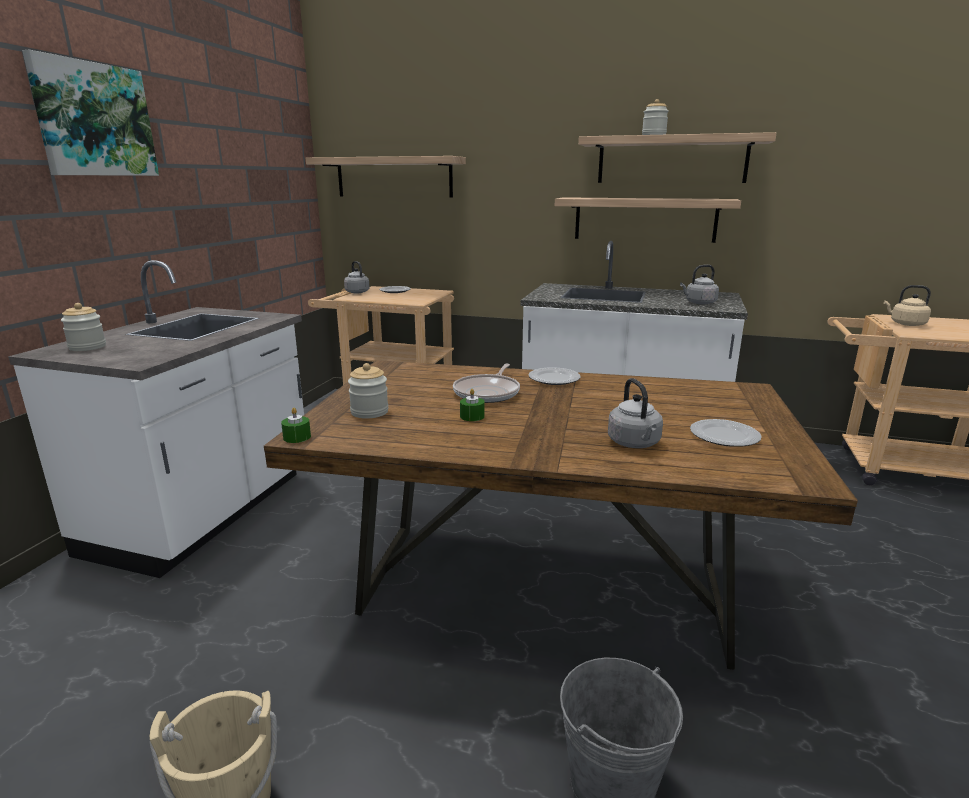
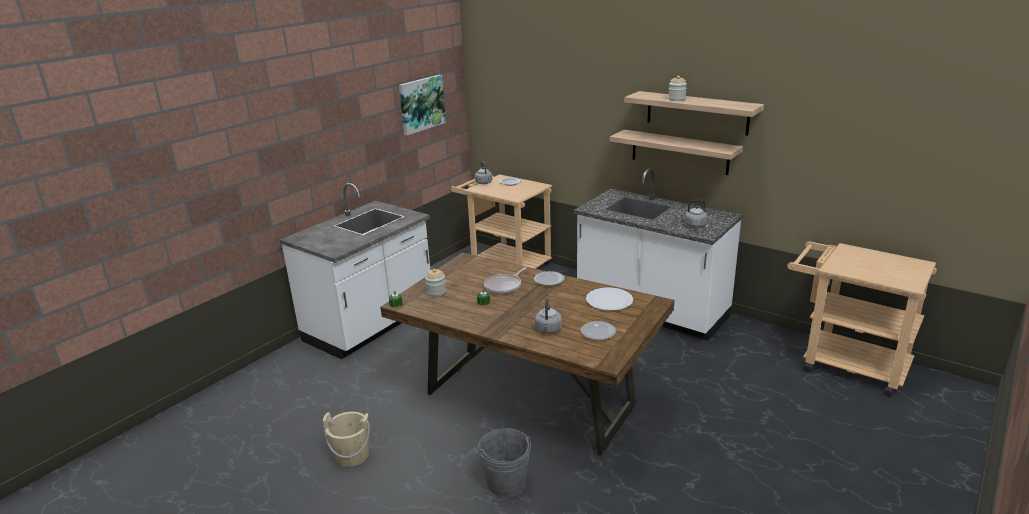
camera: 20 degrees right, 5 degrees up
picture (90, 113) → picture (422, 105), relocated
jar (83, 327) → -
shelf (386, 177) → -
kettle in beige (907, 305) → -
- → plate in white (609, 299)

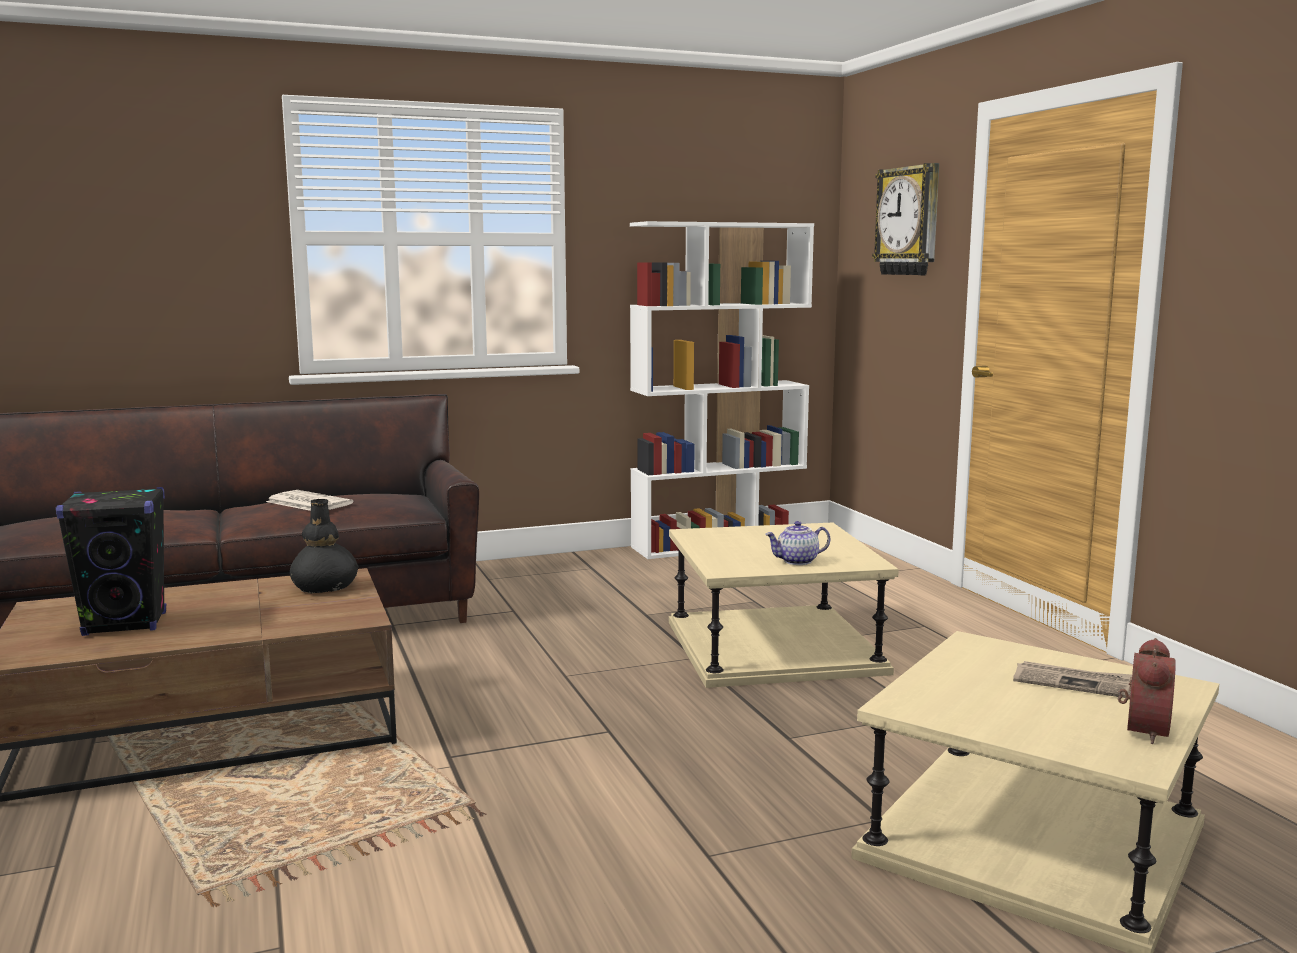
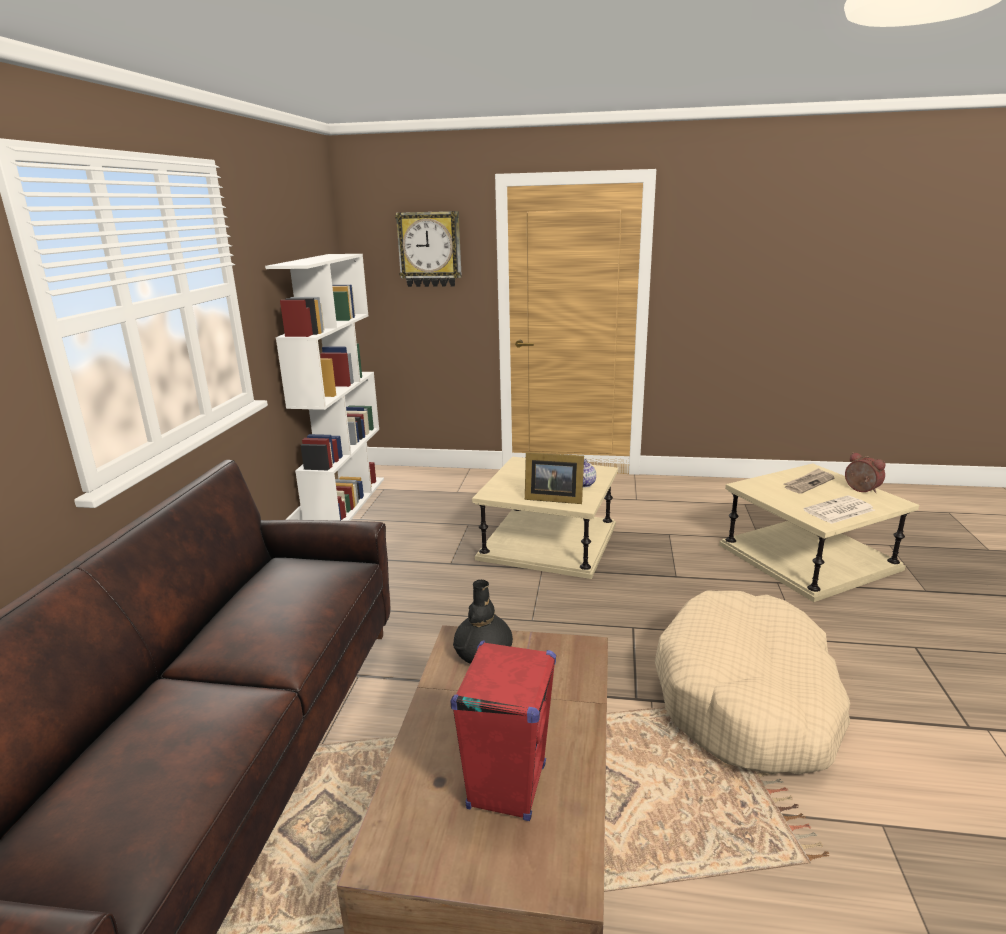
camera: 60 degrees left, 10 degrees up
speaker in black (111, 561) → speaker in red (503, 730)
newspaper (309, 500) → newspaper (839, 510), relocated
- → picture frame (554, 478)
- → dog bed in beige (752, 682)

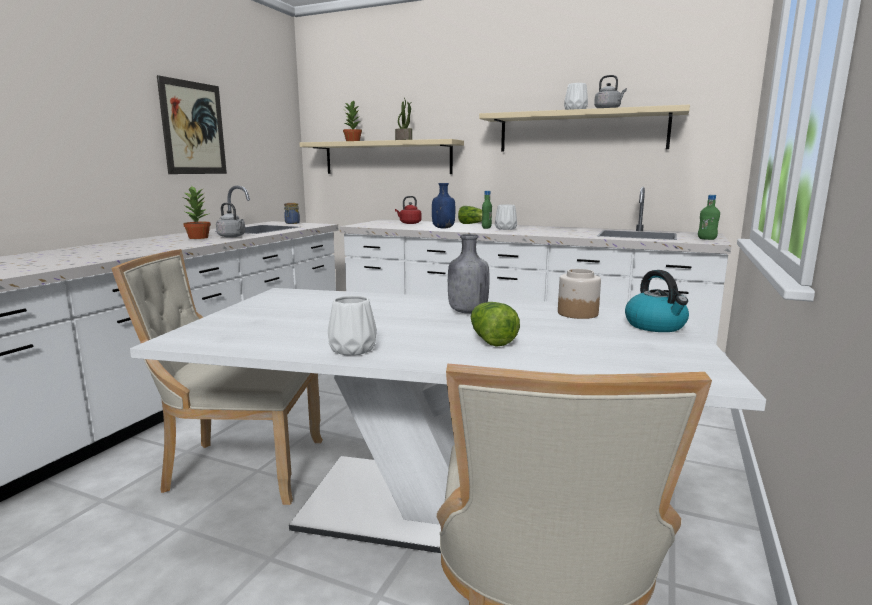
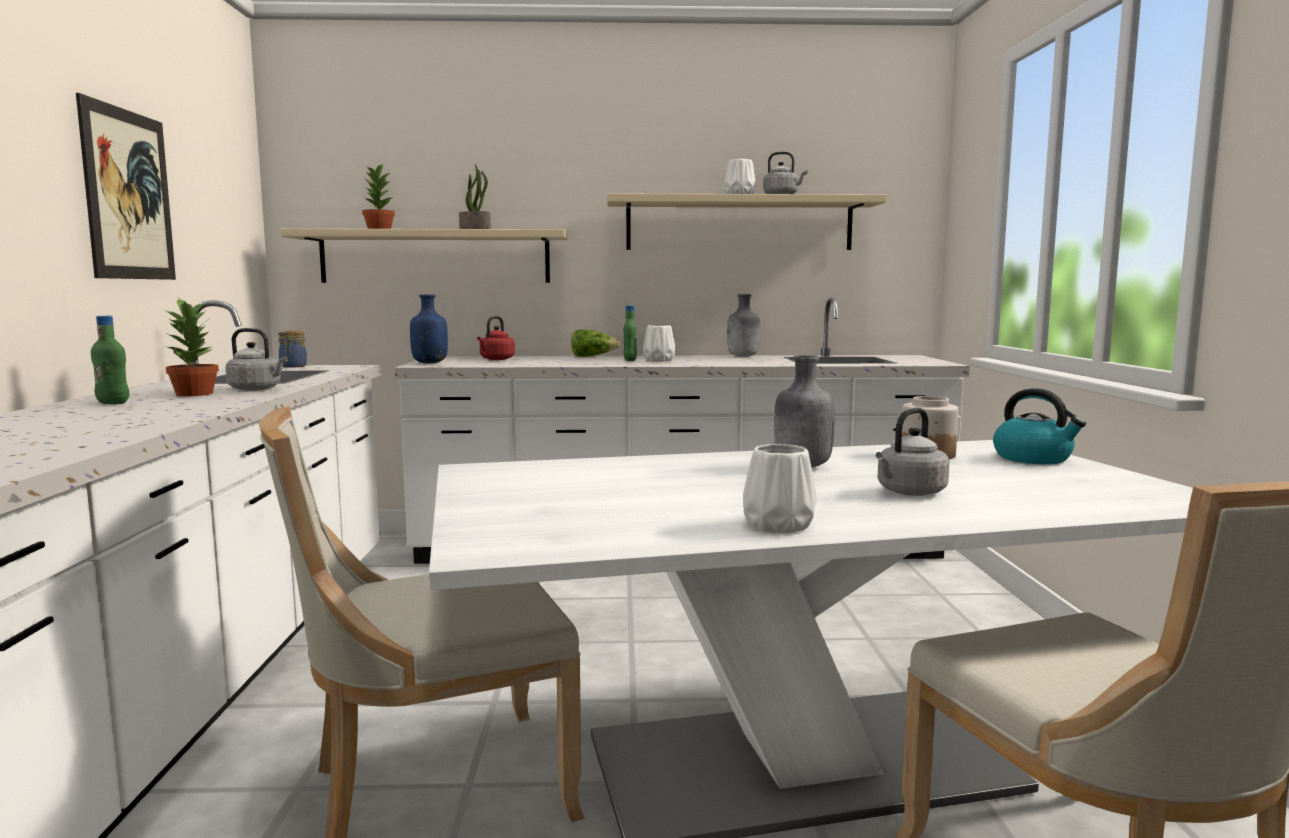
camera: 25 degrees left, 5 degrees down
bottle in blue (443, 205) → bottle in blue (429, 329), relocated
lettuce (495, 324) → kettle in grey (912, 452)
bottle in green (709, 217) → bottle in green (110, 360), relocated
- → bottle in grey (744, 325)

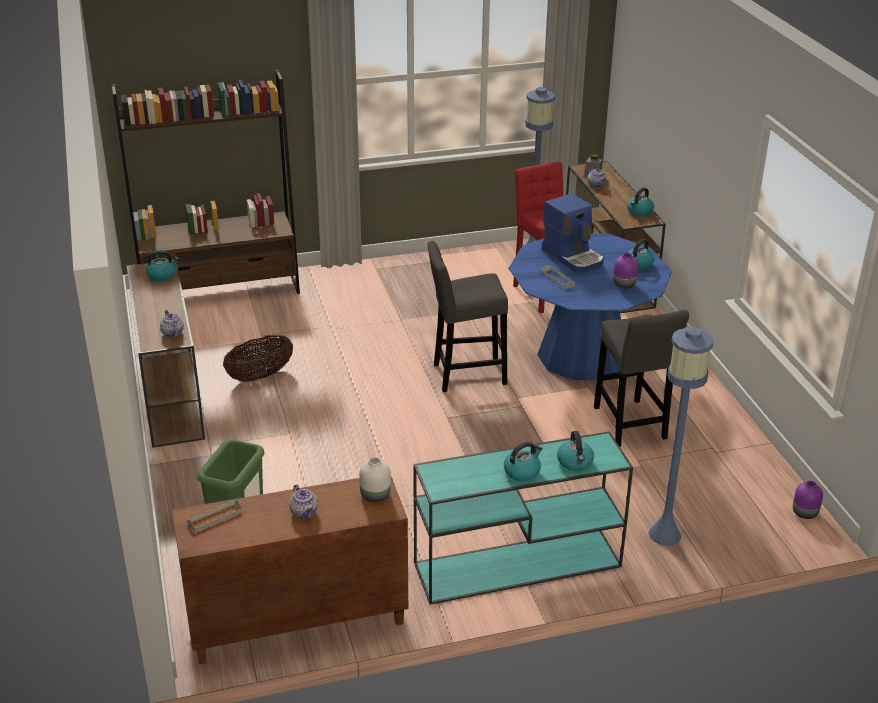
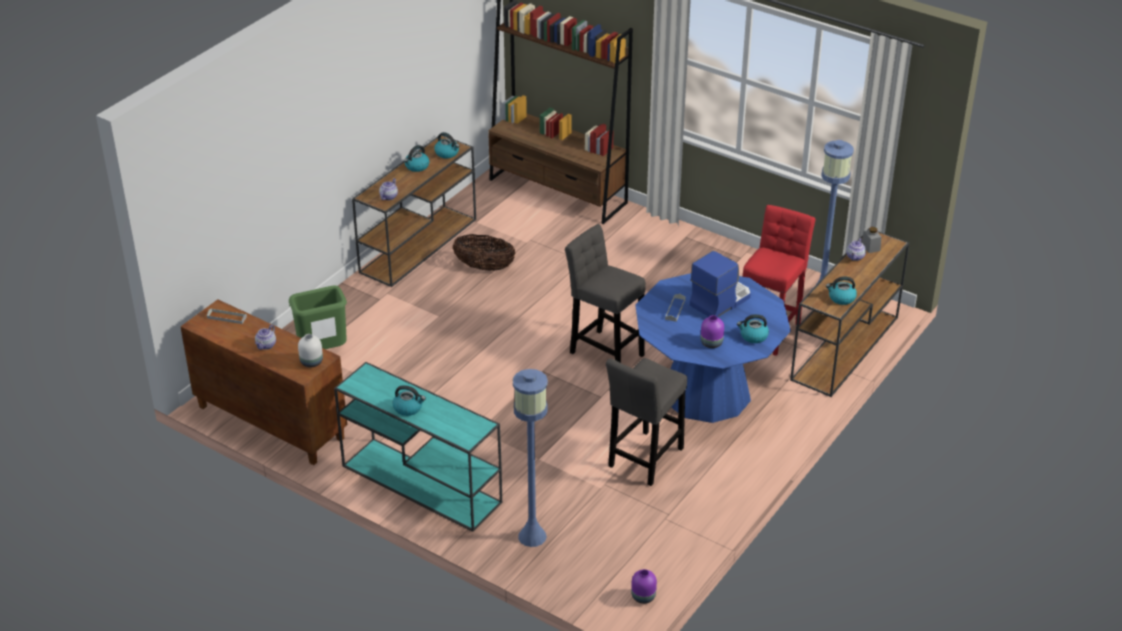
camera: 50 degrees right, 5 degrees up
coffee machine (573, 233) → coffee machine (720, 284), 150 degrees counterclockwise
kettle (575, 451) → kettle (416, 158), relocated

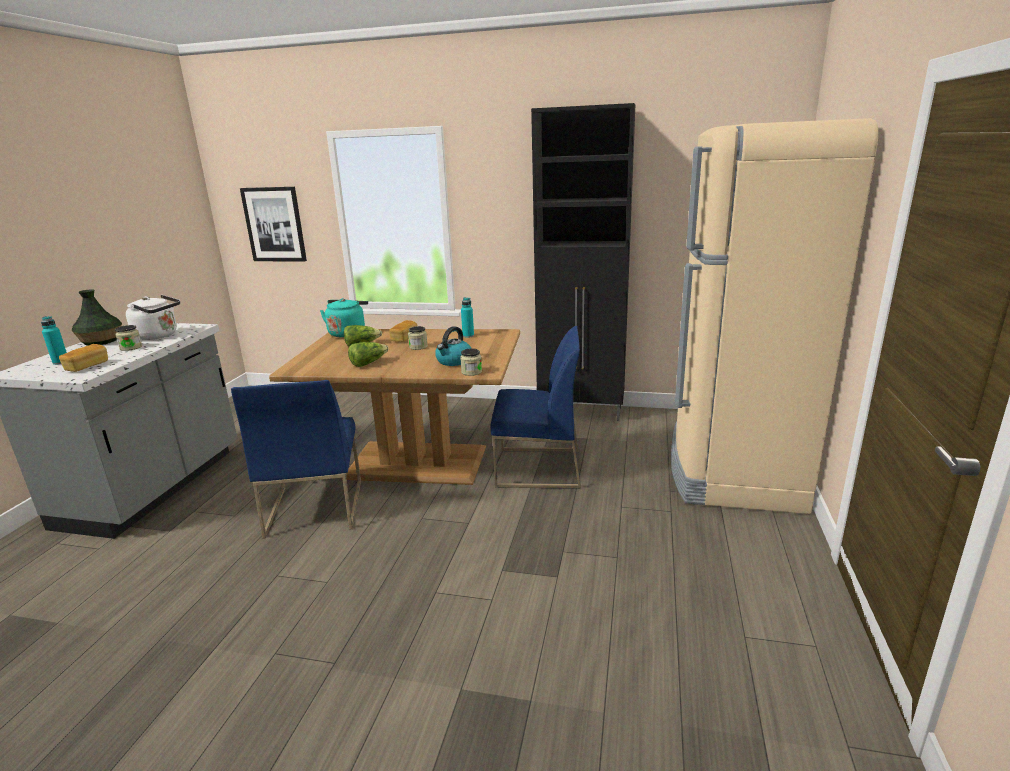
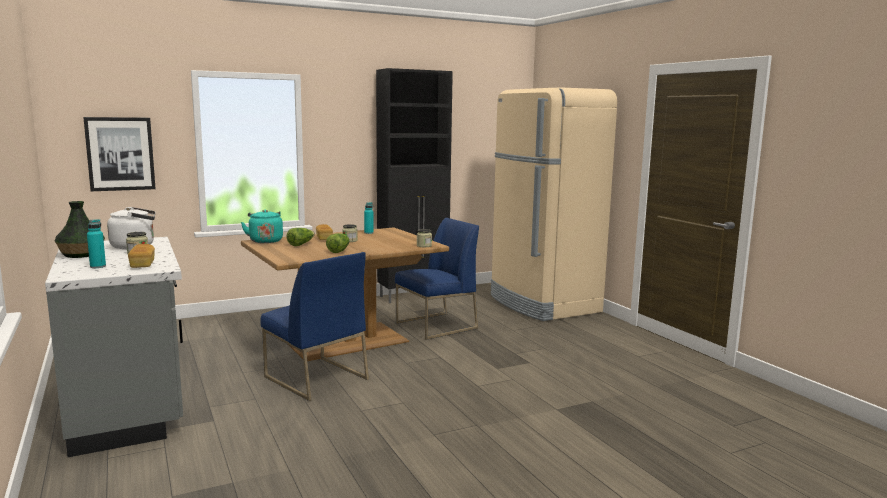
camera: 40 degrees left, 10 degrees down
kettle (453, 346) → -

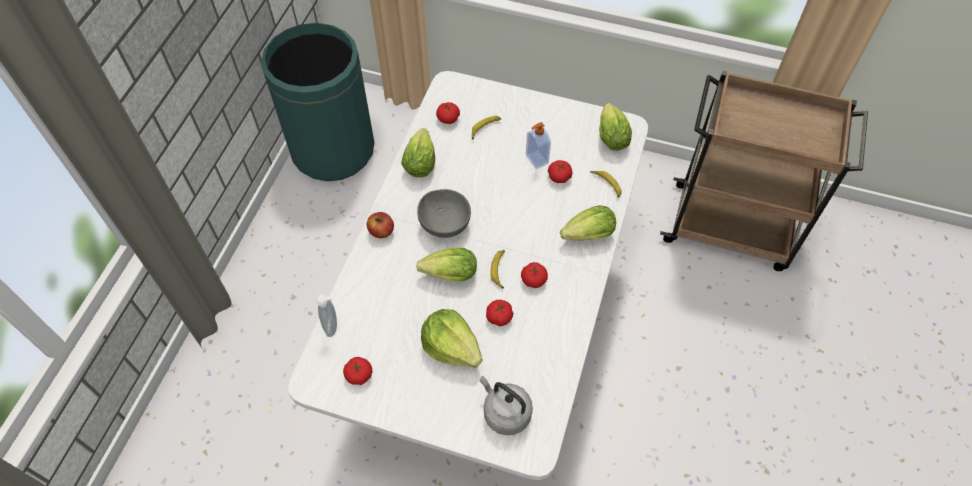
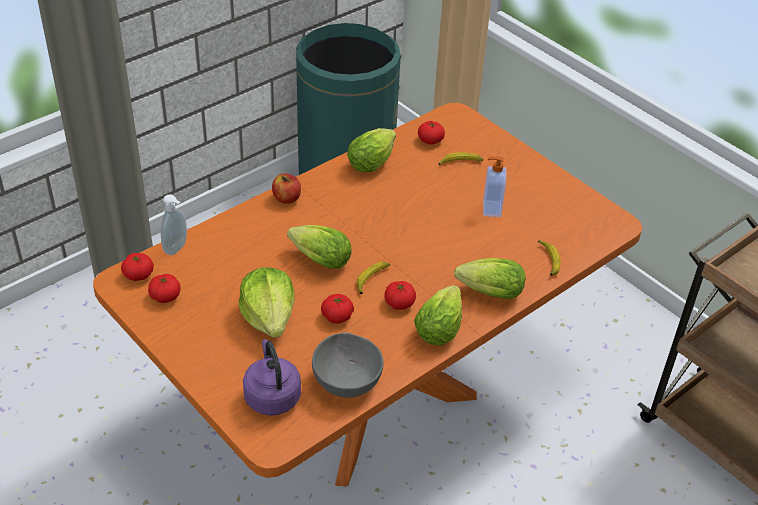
camera: 30 degrees right, 15 degrees down
dining table in white (468, 275) → dining table in orange (368, 294)
bowl in grey (444, 213) → bowl in grey (348, 365), relocated
kettle in grey (506, 405) → kettle in purple (272, 377)
tomato (560, 171) → tomato (137, 267), relocated
lettuce (615, 126) → lettuce (438, 315), relocated

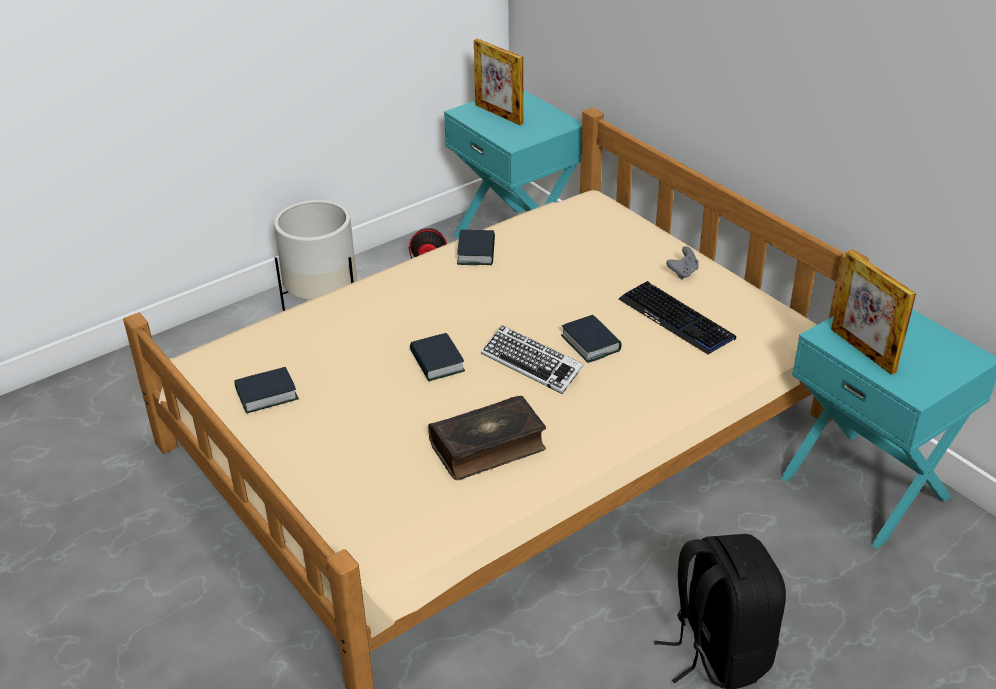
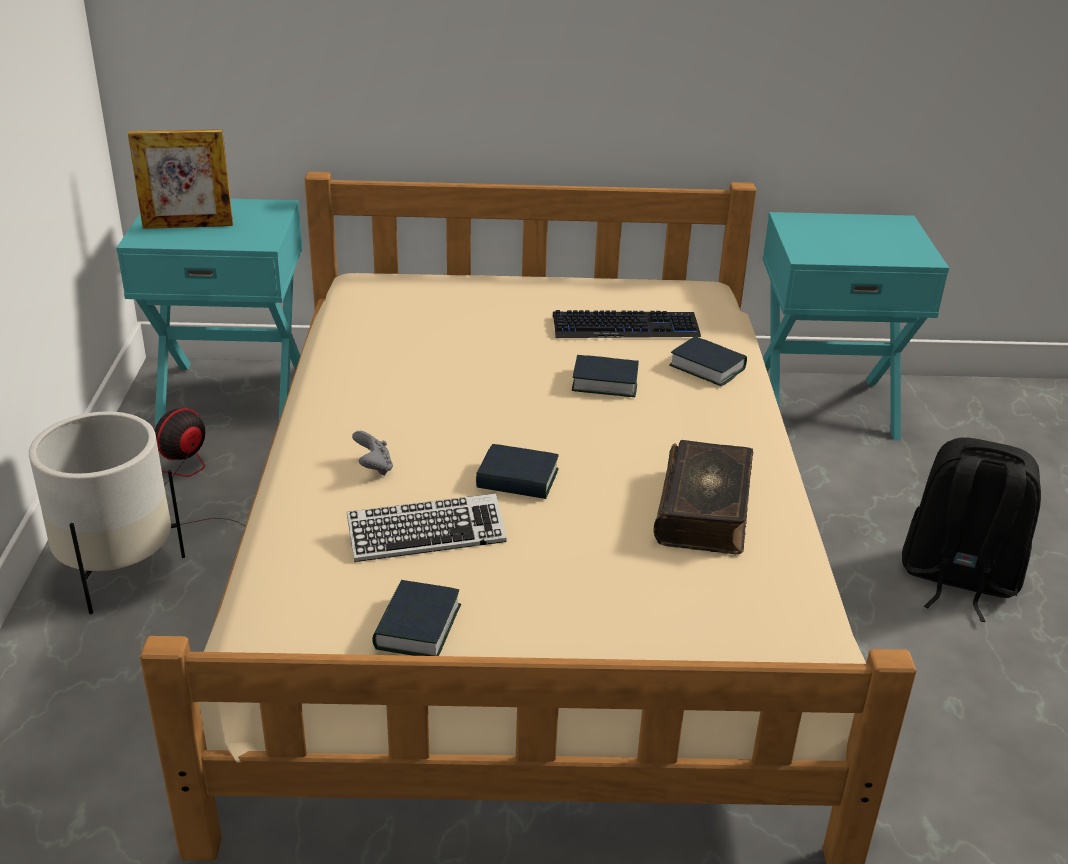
camera: 55 degrees left, 5 degrees down
book (476, 247) → book (708, 361), relocated
keyboard (532, 359) → keyboard (427, 527), relocated
game controller in grey (682, 262) → game controller in grey (372, 453), relocated
picture frame (873, 312) → -

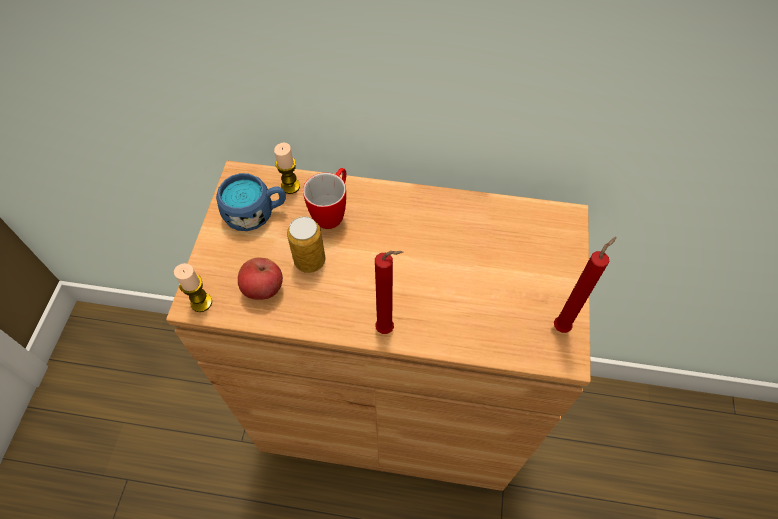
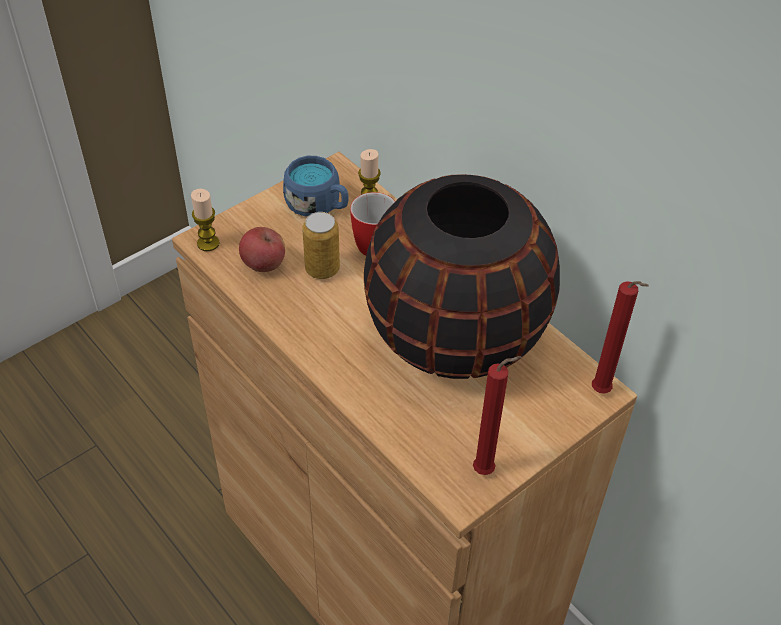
camera: 40 degrees right, 10 degrees down
candle in red (389, 292) → candle in red (620, 337), relocated
- → vase in black (462, 276)

